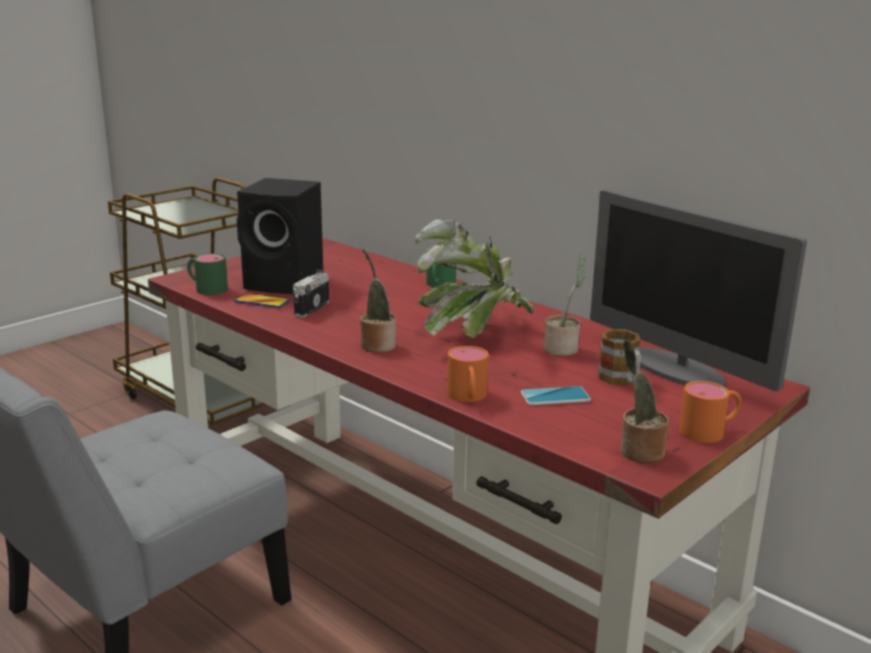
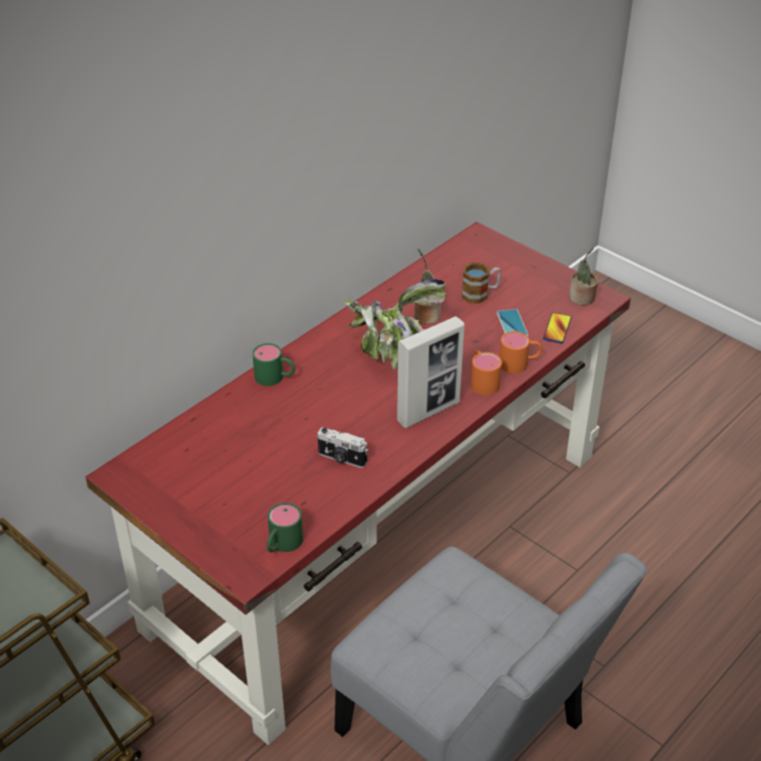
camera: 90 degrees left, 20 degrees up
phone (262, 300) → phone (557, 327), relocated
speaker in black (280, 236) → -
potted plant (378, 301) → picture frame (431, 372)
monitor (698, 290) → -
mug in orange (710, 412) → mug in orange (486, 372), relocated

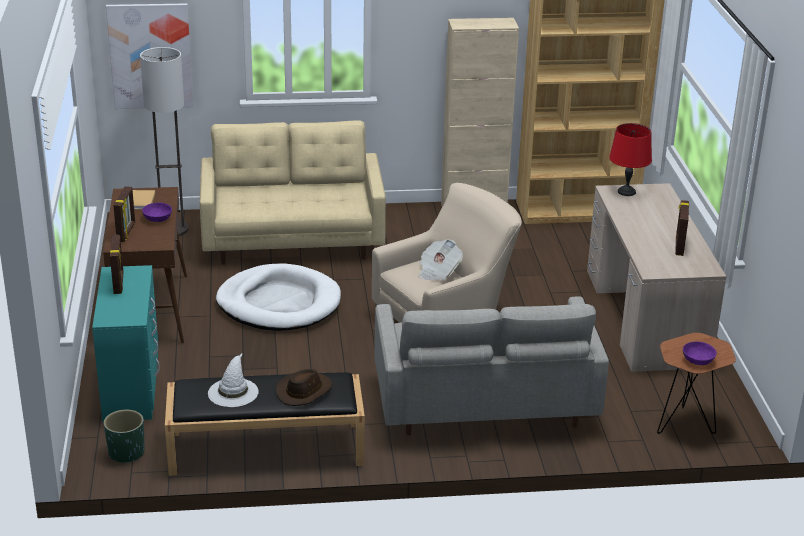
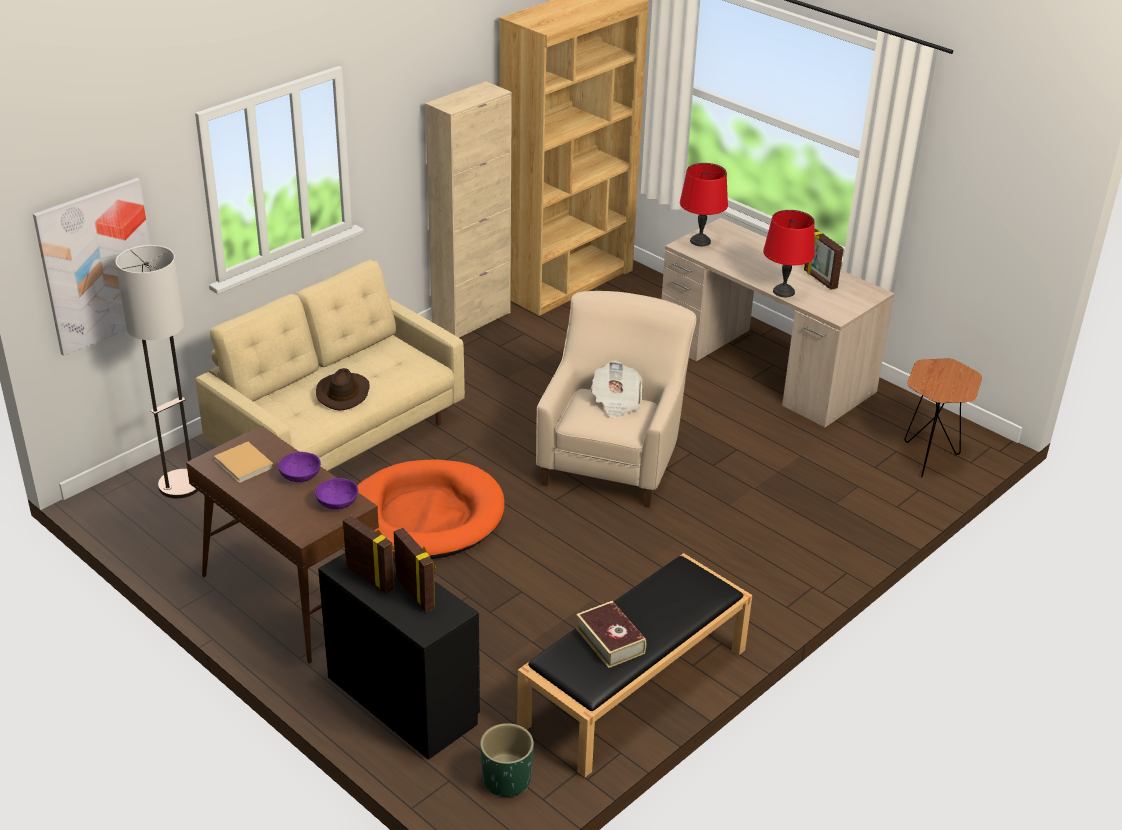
camera: 40 degrees left, 5 degrees up
dresser in turquoise (126, 343) → dresser in black (399, 656)
picture frame (124, 214) → picture frame (414, 570), relocated
hat in white (233, 380) → book (611, 634)
dog bed in white (278, 297) → dog bed in orange (431, 509)
hat in brown (304, 387) → hat in brown (342, 389), relocated
sofa in grey (491, 366) → -
bowl in purple (700, 353) → bowl in purple (336, 494), relocated
- → table lamp in red (789, 253)

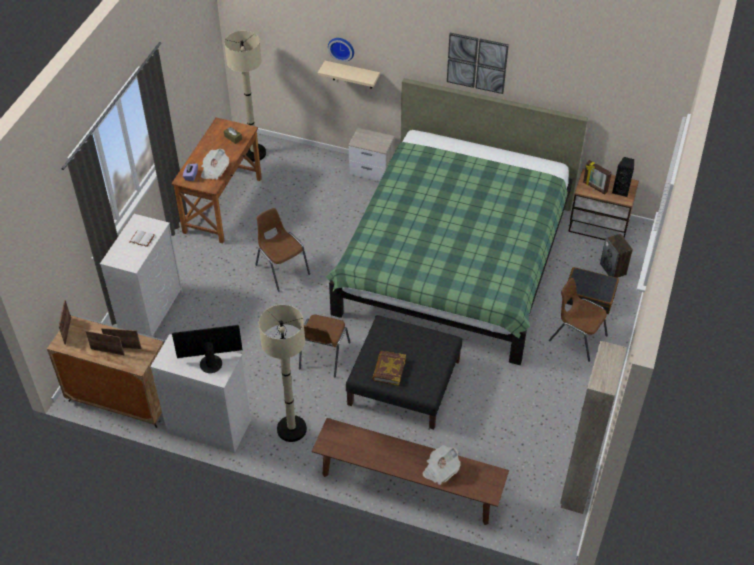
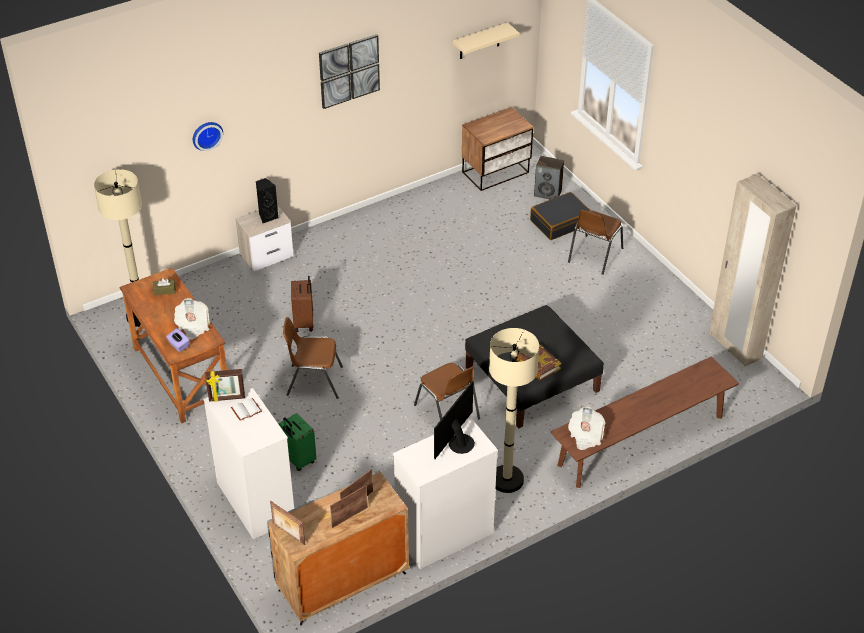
camera: 50 degrees left, 5 degrees down
shelf in beige (349, 75) → shelf in beige (486, 41), relocated
bed in green (457, 221) → -
newspaper (441, 465) → newspaper (586, 428), relocated
chair in brown (578, 320) → chair in brown (595, 242), 45 degrees counterclockwise
picture frame (597, 177) → picture frame (225, 385), relocated
speaker in black (623, 177) → speaker in black (267, 200), relocated
- → suitcase in green (298, 442)
- → suitcase in brown (302, 304)

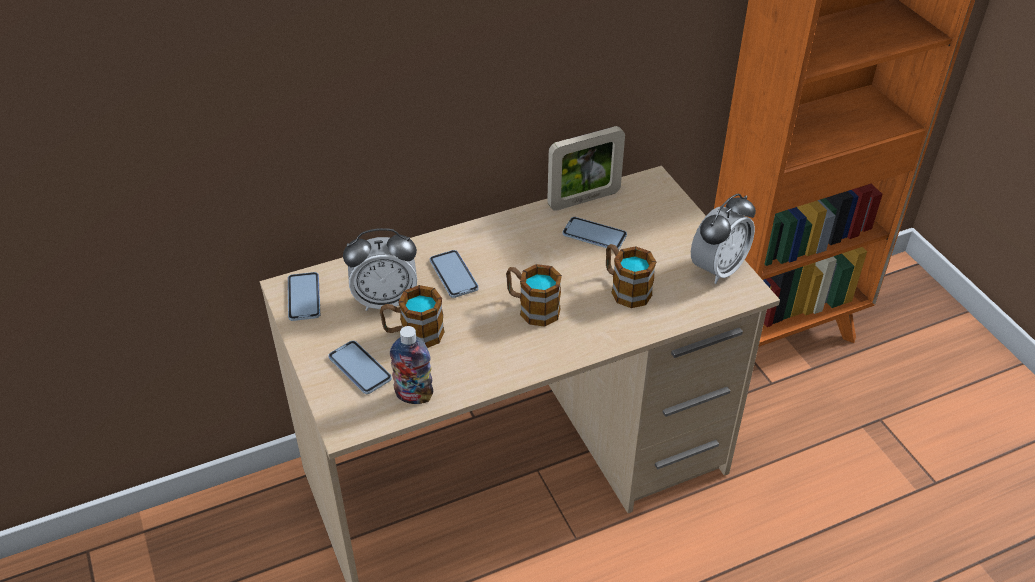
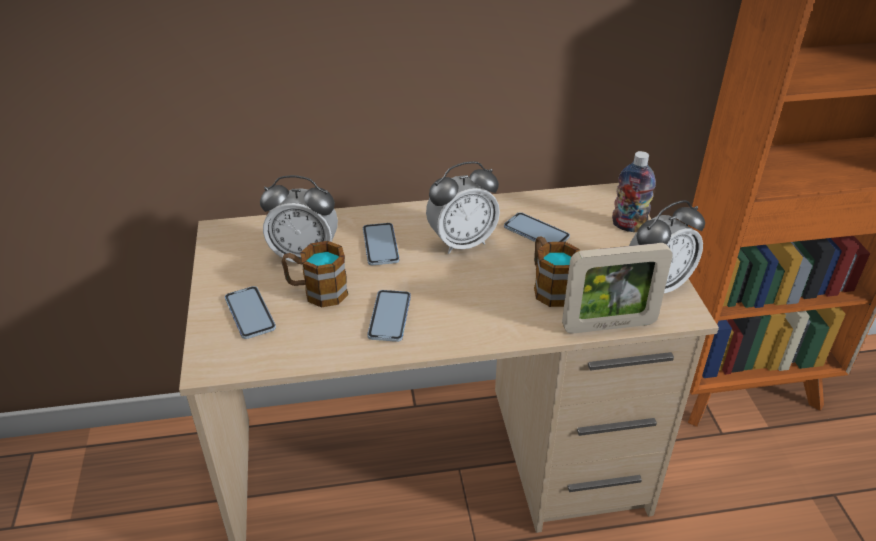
camera: 15 degrees right, 5 degrees down
phone (304, 296) → phone (389, 316), relocated
bottle (411, 365) → bottle (634, 191), relocated
mug (534, 295) → -
picture frame (586, 168) → picture frame (617, 288), relocated
- → alarm clock (463, 207)

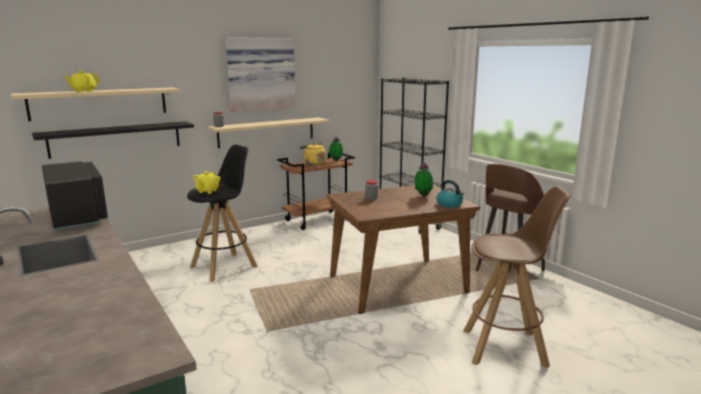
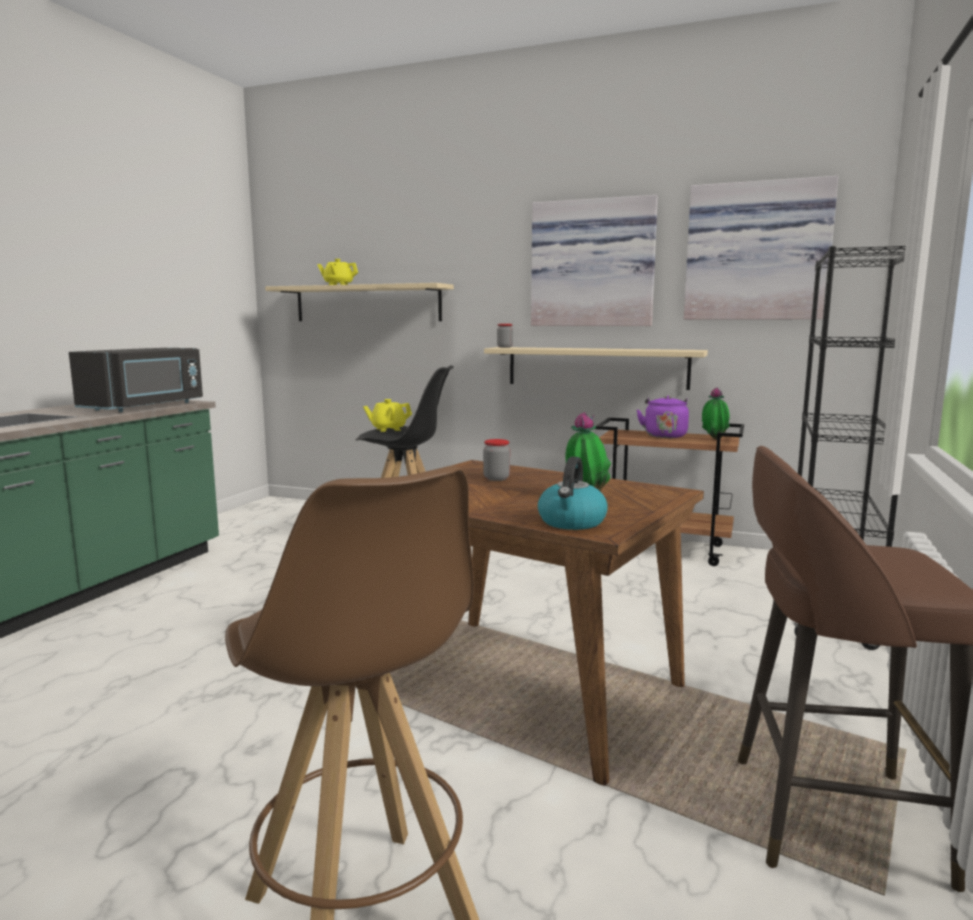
camera: 55 degrees right, 5 degrees down
shelf in black (113, 140) → -
kettle in yellow (313, 154) → kettle in purple (663, 416)
- → picture (761, 247)

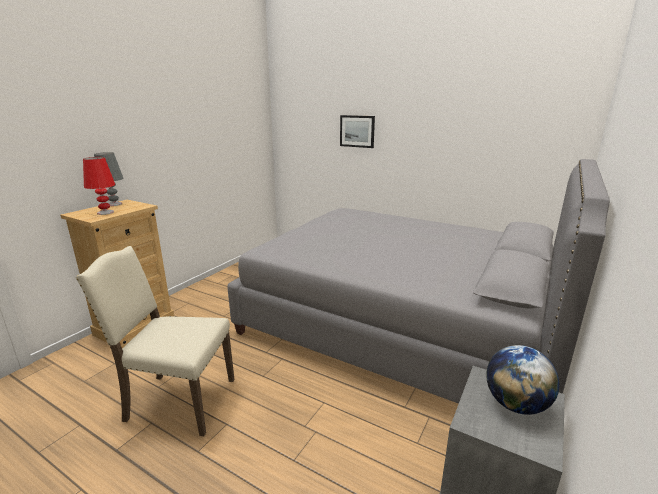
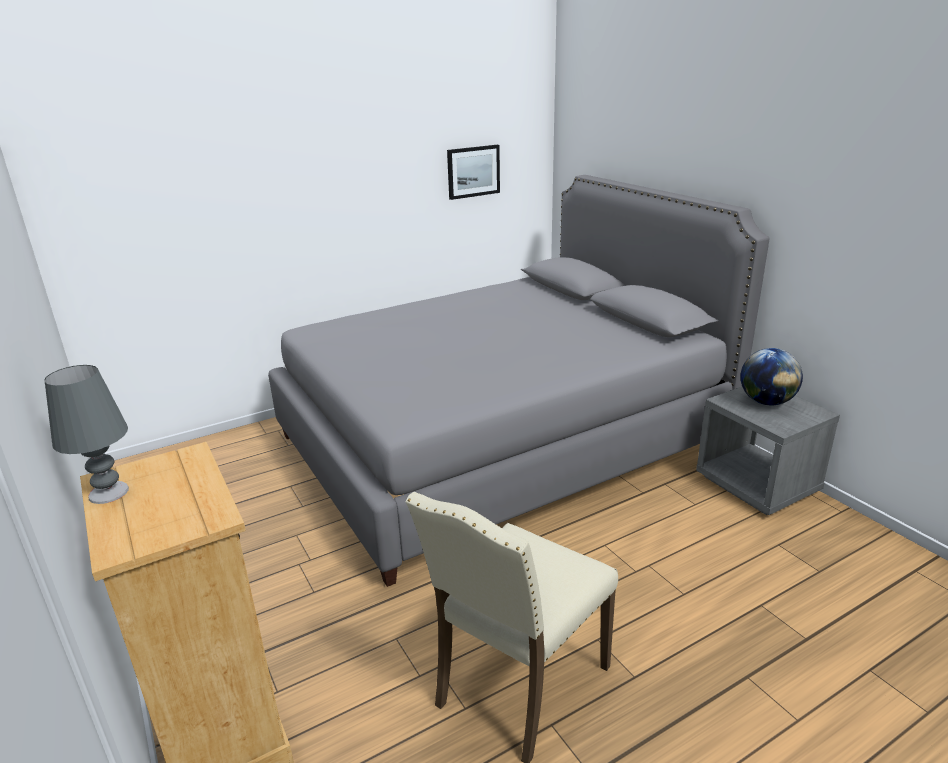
camera: 60 degrees left, 5 degrees up
table lamp in red (99, 186) → -
picture (357, 131) → picture (473, 172), relocated

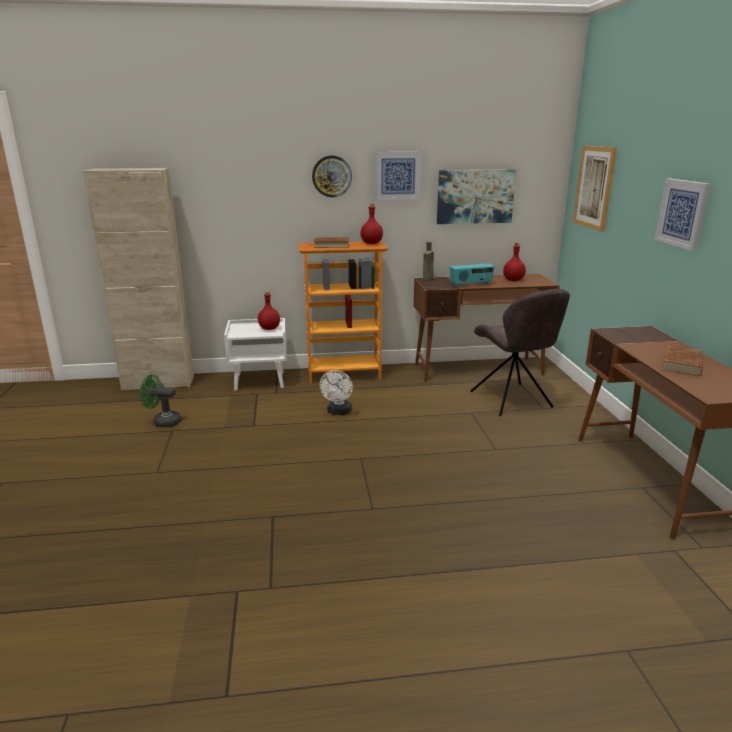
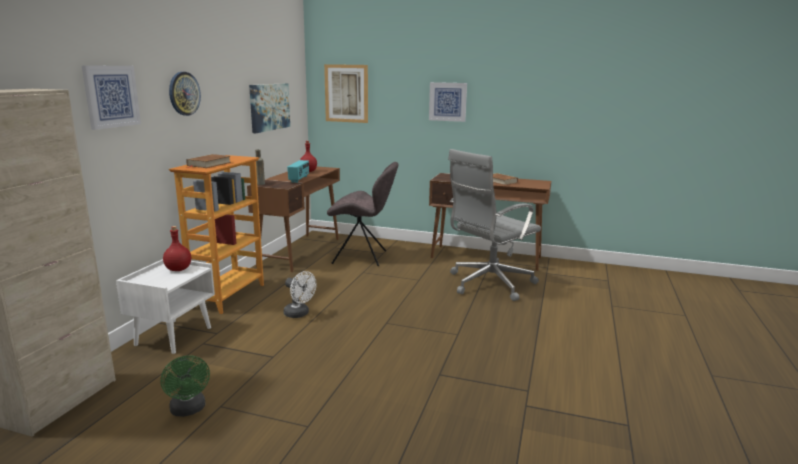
camera: 65 degrees left, 5 degrees down
fan in green (160, 401) → fan in green (185, 386), 60 degrees counterclockwise
bottle in red (371, 223) → -
picture (398, 176) → picture (111, 97), relocated
- → office chair in grey (494, 225)

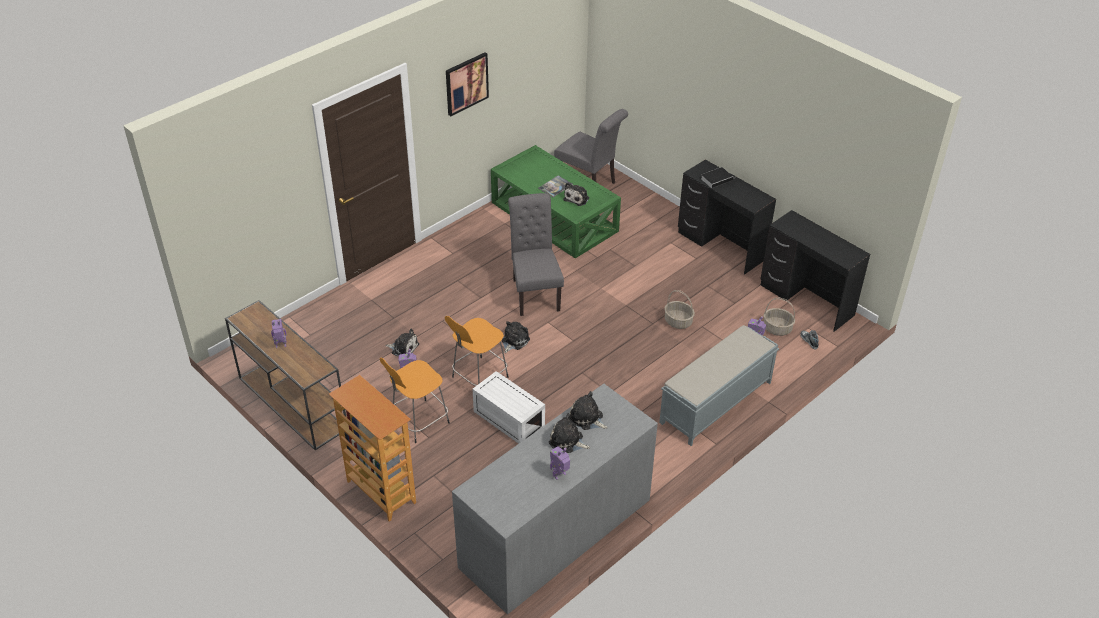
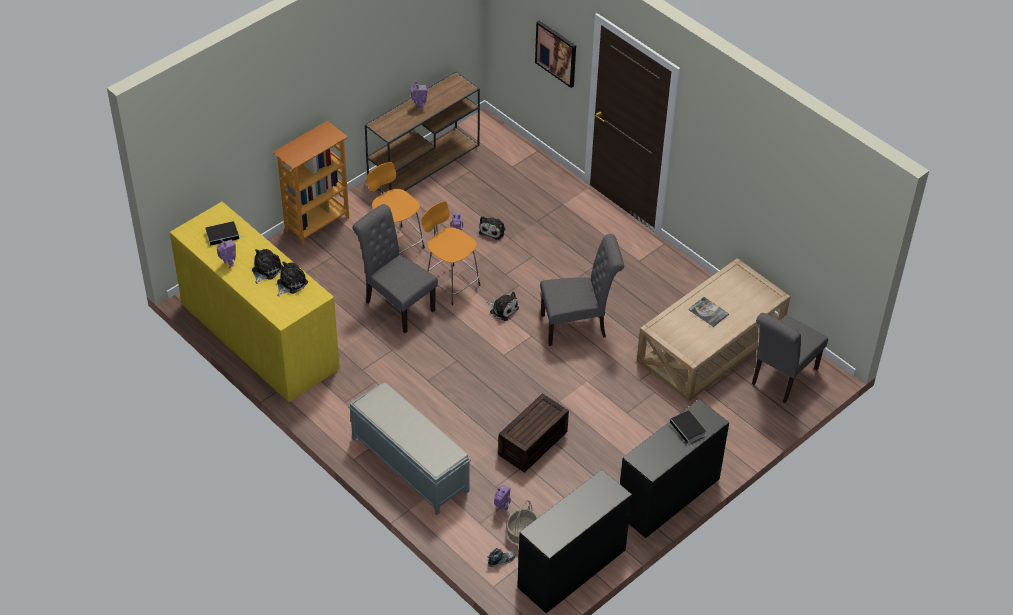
camera: 90 degrees right, 5 degrees up
picture (467, 84) → picture (555, 54), relocated
dresser in grey (555, 499) → dresser in yellow (255, 302)
storage box in white (509, 407) → chair in grey (395, 268)
coffee table in green (556, 201) → coffee table in beige (713, 329)
plush toy (576, 194) → -
basket (679, 309) → storage box in brown (533, 433)
- → book (222, 233)

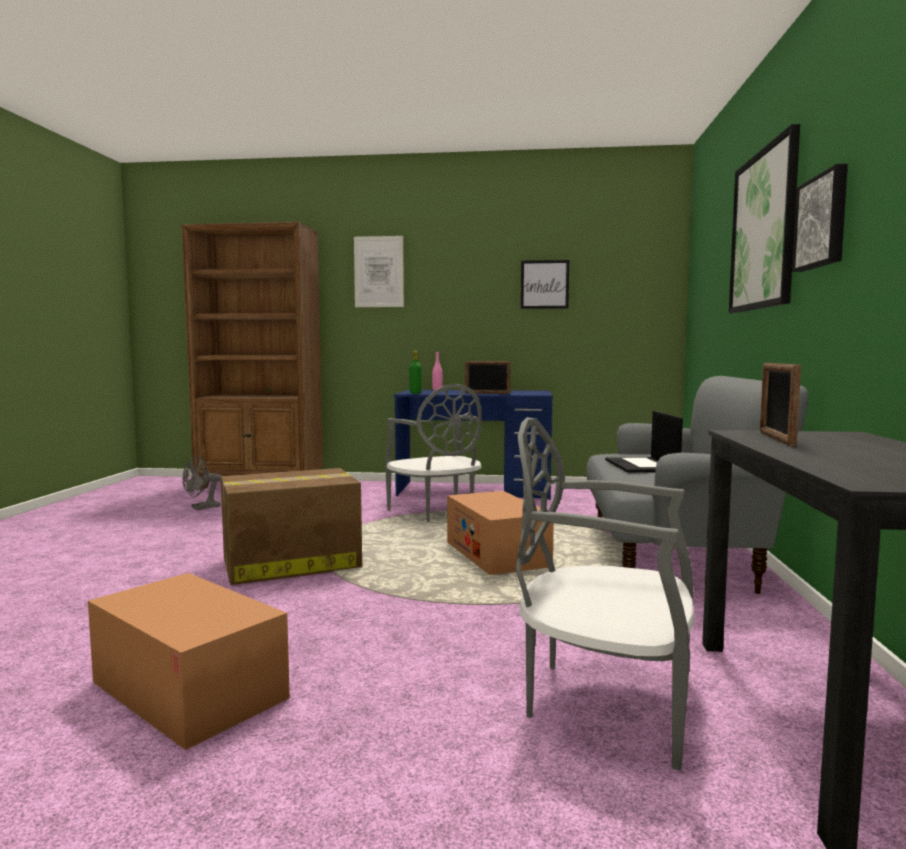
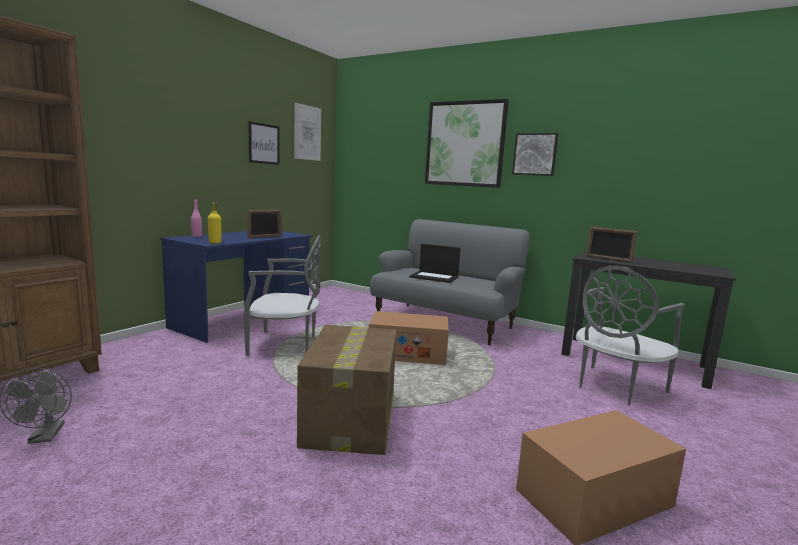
camera: 65 degrees left, 5 degrees up
picture (379, 271) → picture (307, 132), relocated
bottle in green (415, 372) → bottle in yellow (214, 223)

